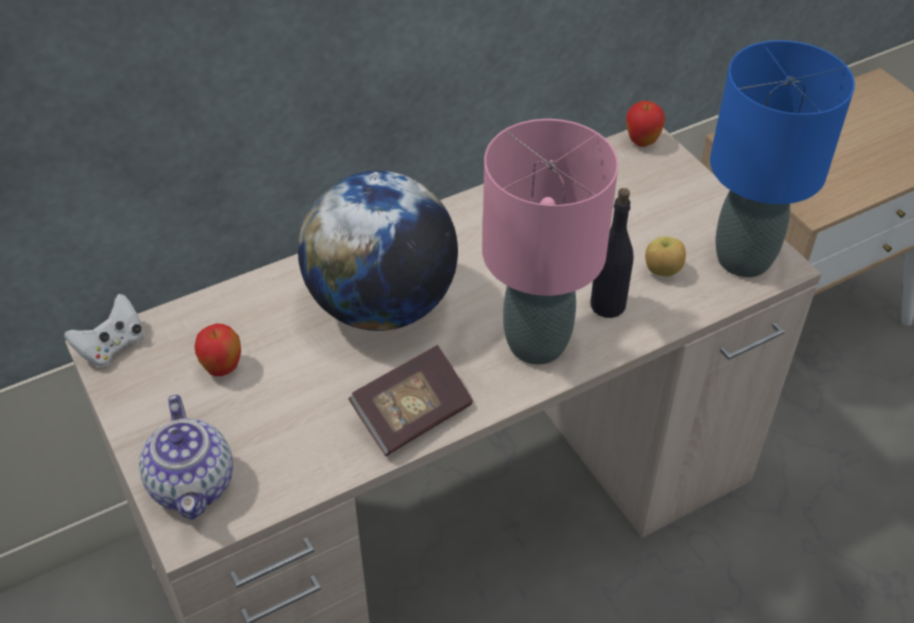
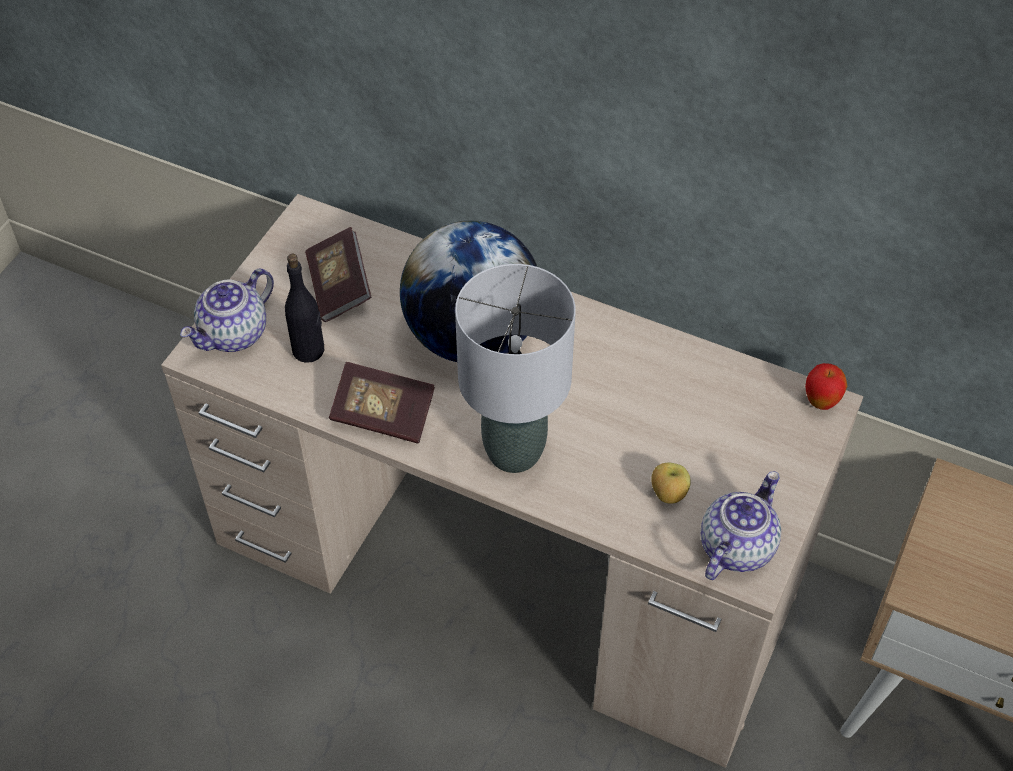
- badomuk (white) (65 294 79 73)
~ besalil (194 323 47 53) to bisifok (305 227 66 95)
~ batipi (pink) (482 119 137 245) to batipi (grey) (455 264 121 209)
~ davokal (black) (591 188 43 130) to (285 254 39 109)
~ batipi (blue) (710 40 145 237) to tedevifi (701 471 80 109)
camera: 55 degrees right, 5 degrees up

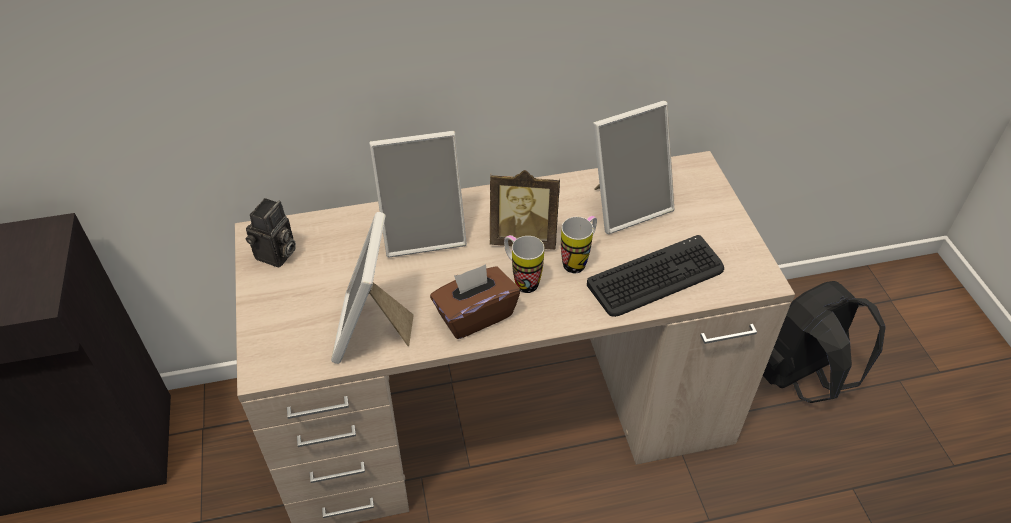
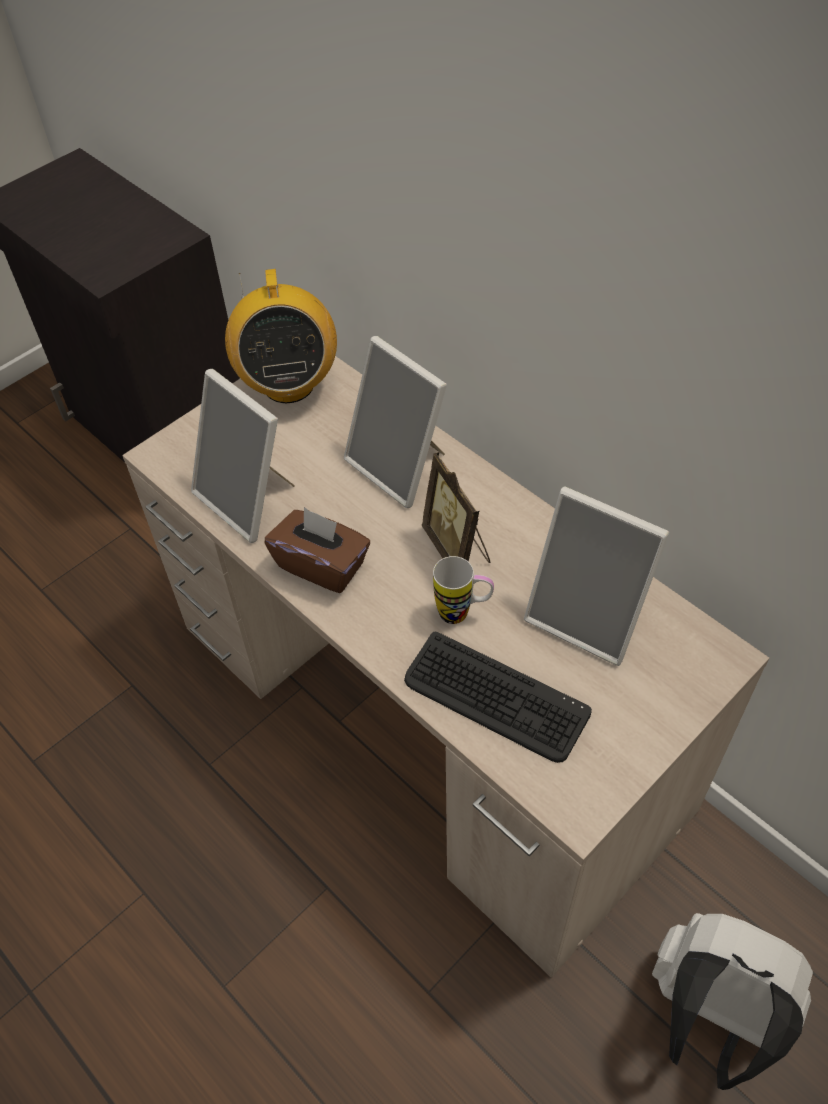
~ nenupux (246 198 50 70) to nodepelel (225 269 112 134)
~ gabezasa (331 212 83 152) = (191 369 104 174) 105 degrees counterclockwise
- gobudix (504 235 40 58)
~ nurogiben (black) (763 281 123 122) to nurogiben (white) (652 913 161 177)
camera: 60 degrees right, 5 degrees up

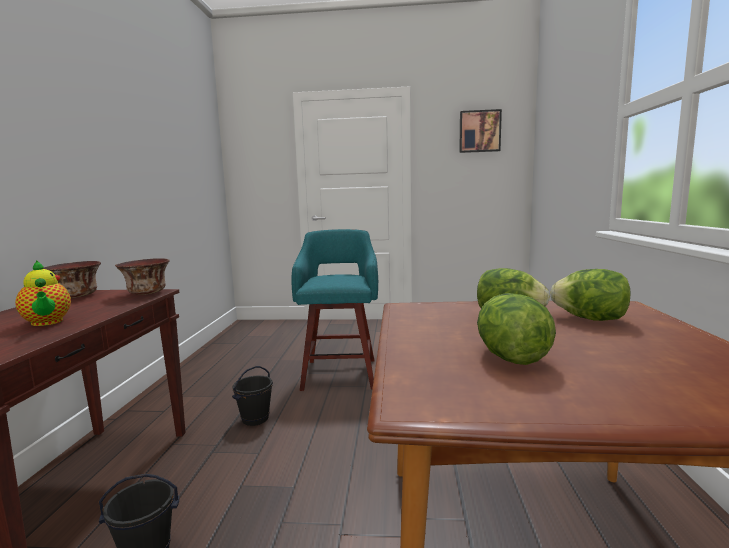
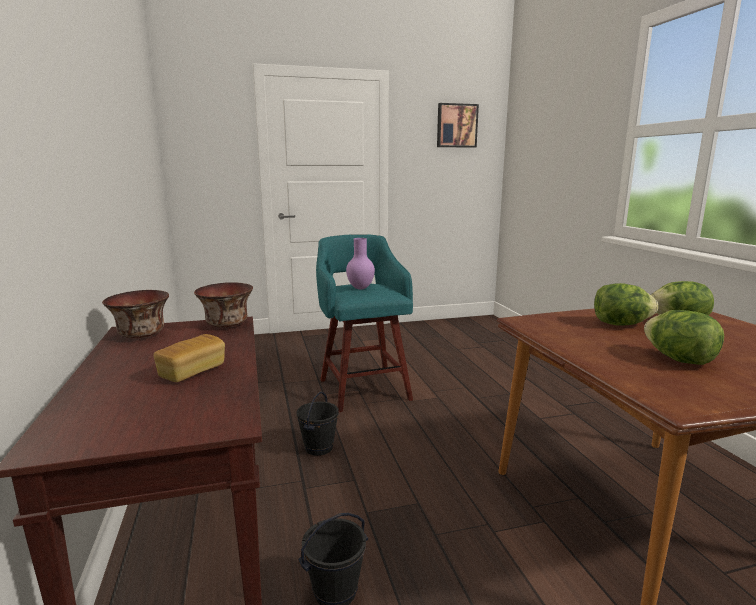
~ tedevifi (15 260 56 66) to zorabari (154 334 71 48)
+ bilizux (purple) (346 238 29 51)
camera: 20 degrees left, 5 degrees up

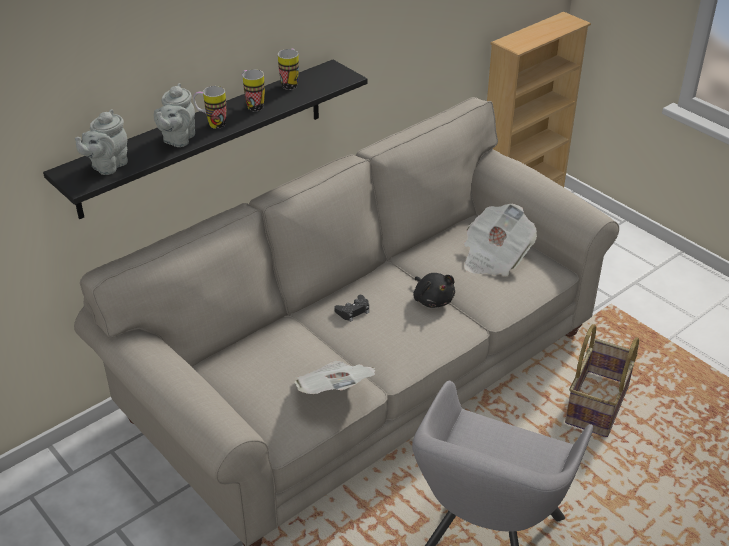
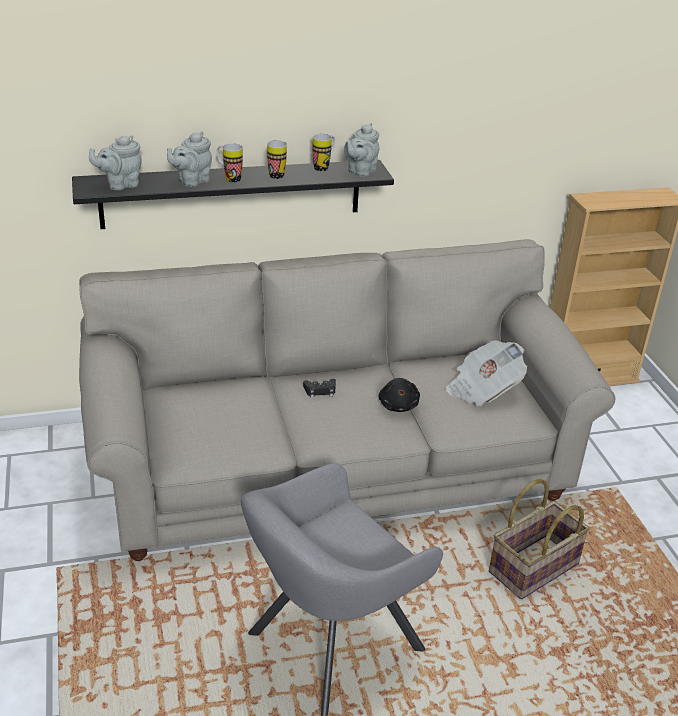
- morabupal (295 360 80 34)
+ tedevifi (grey) (344 123 35 54)
camera: 25 degrees right, 5 degrees down

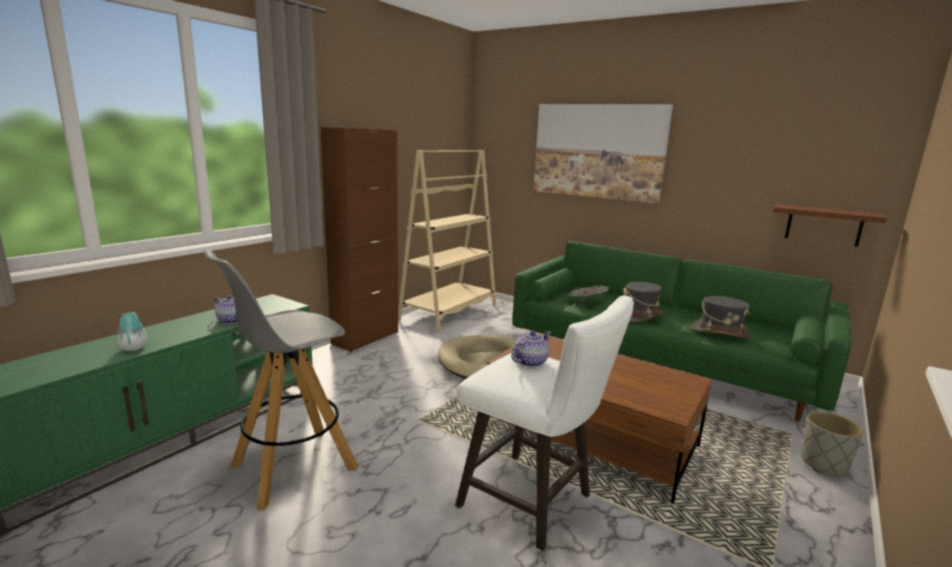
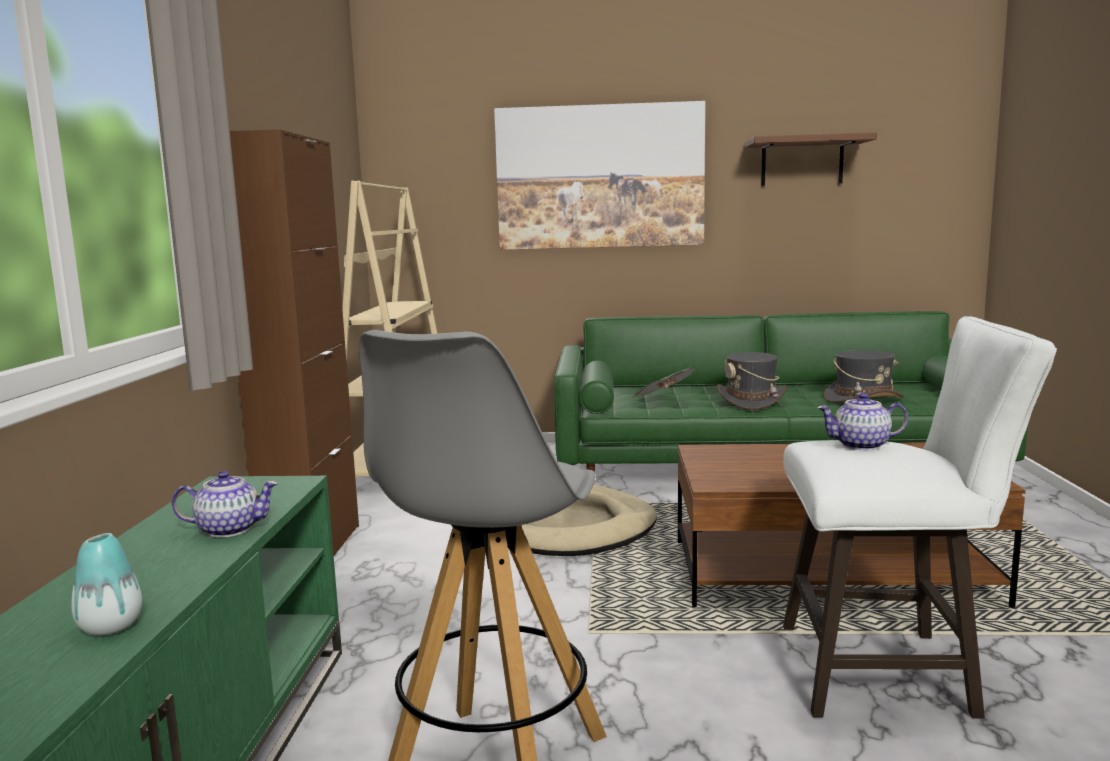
~ tedevifi (511 330 40 37) = (817 393 91 57) 105 degrees counterclockwise
~ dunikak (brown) (773 204 114 43) to (745 132 132 54)
- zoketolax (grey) (801 411 62 65)
camera: 30 degrees left, 5 degrees down

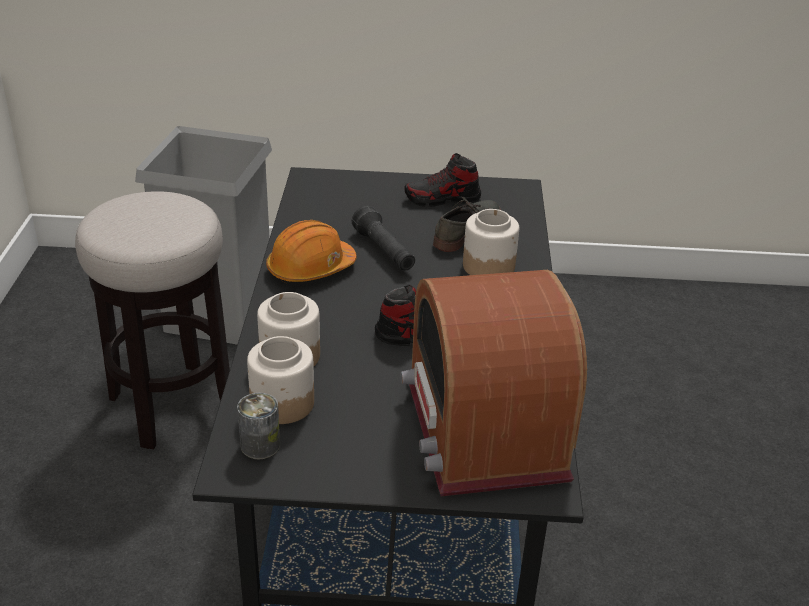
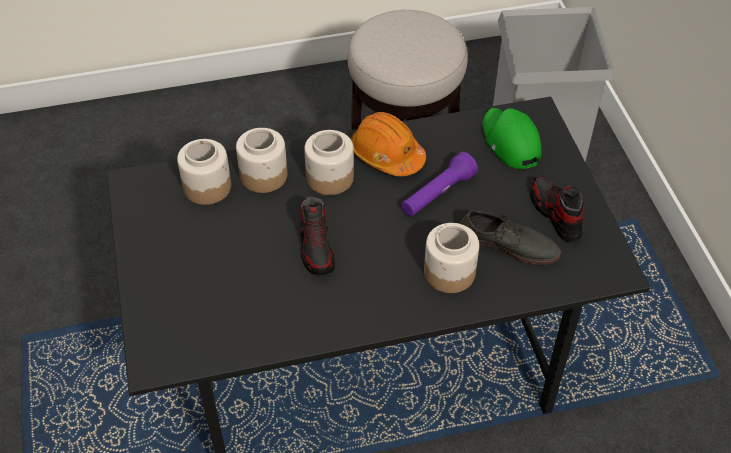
- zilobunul (237 393 43 66)
~ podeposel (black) (352 206 63 65) to podeposel (purple) (402 152 76 64)
- nodepelel (400 270 187 226)
+ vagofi (304 130 50 65)
+ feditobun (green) (482 108 59 61)
camera: 75 degrees right, 15 degrees up

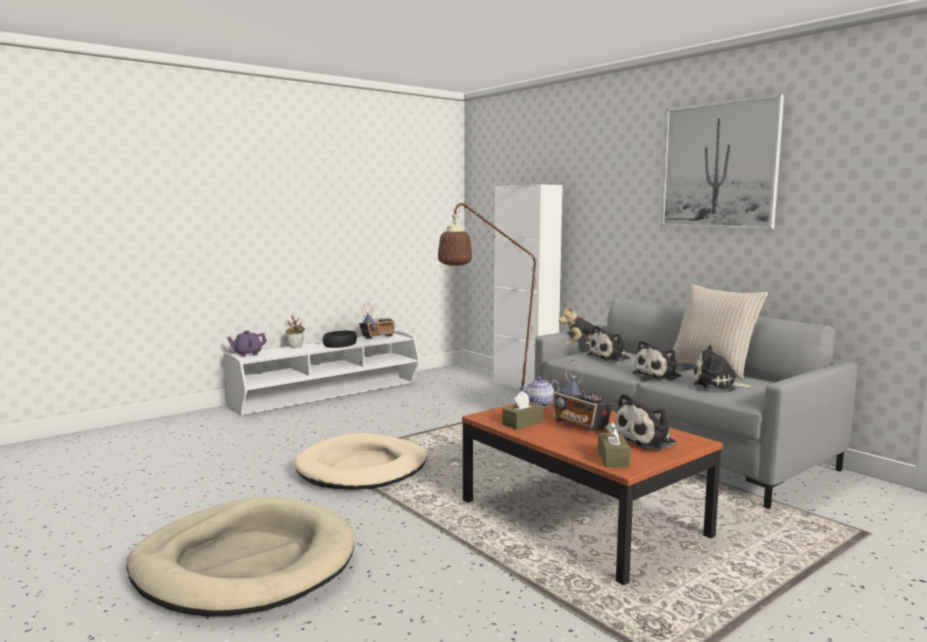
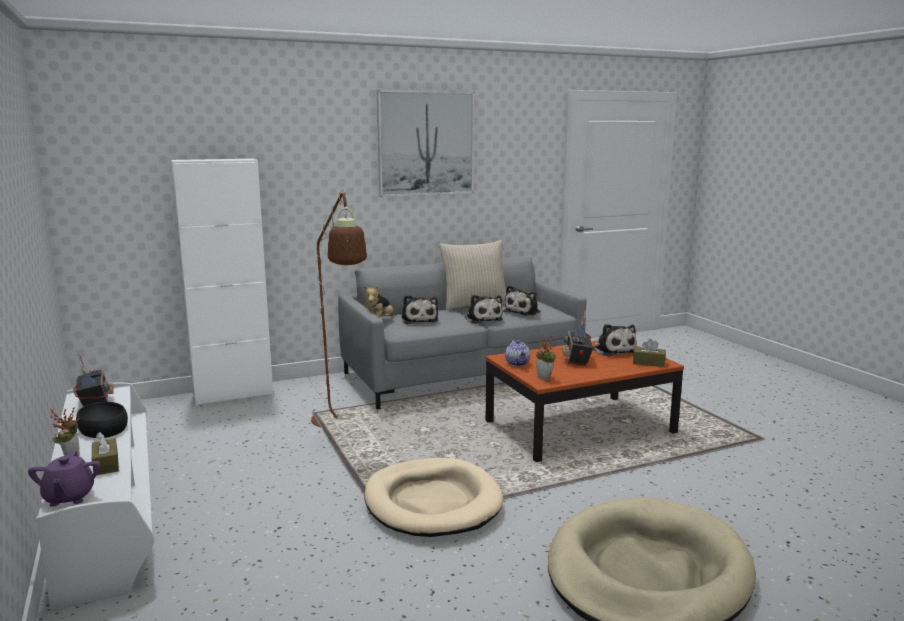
~ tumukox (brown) (502 391 42 39) to (92 432 27 43)
~ nodepelel (552 360 61 71) = (562 310 31 56) 120 degrees clockwise
+ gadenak (536 335 22 45)
camera: 75 degrees left, 5 degrees up

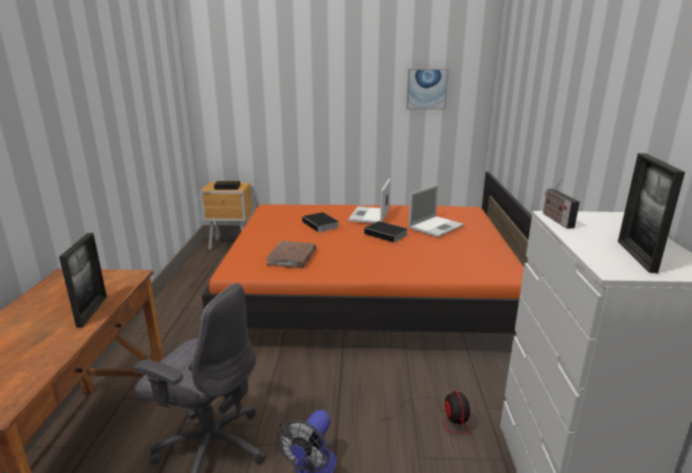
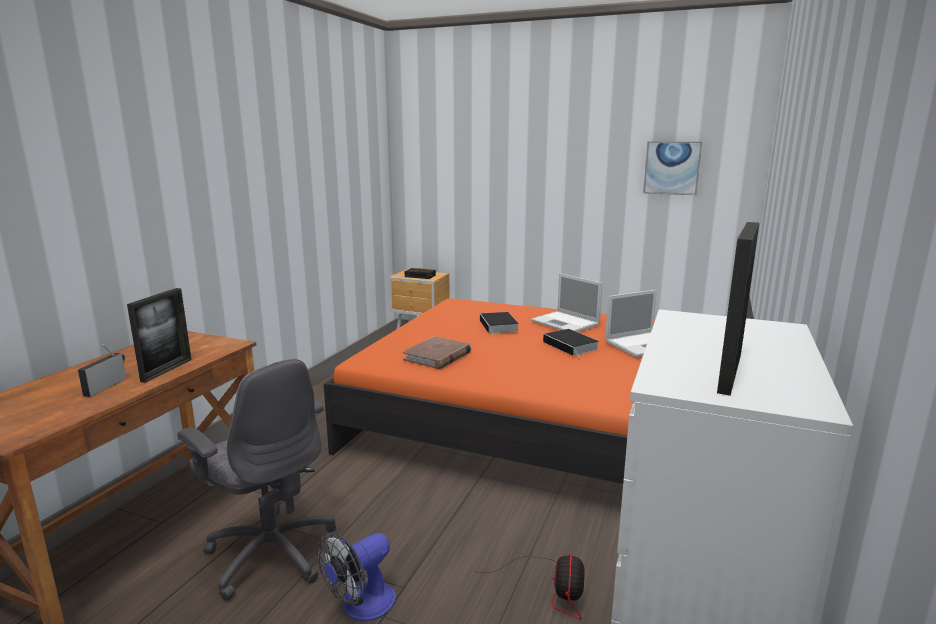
~ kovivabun (348 179 42 44) = (531 273 72 59) 75 degrees counterclockwise
~ nodepelel (543 179 37 50) to (78 344 48 53)
camera: 20 degrees right, 5 degrees down

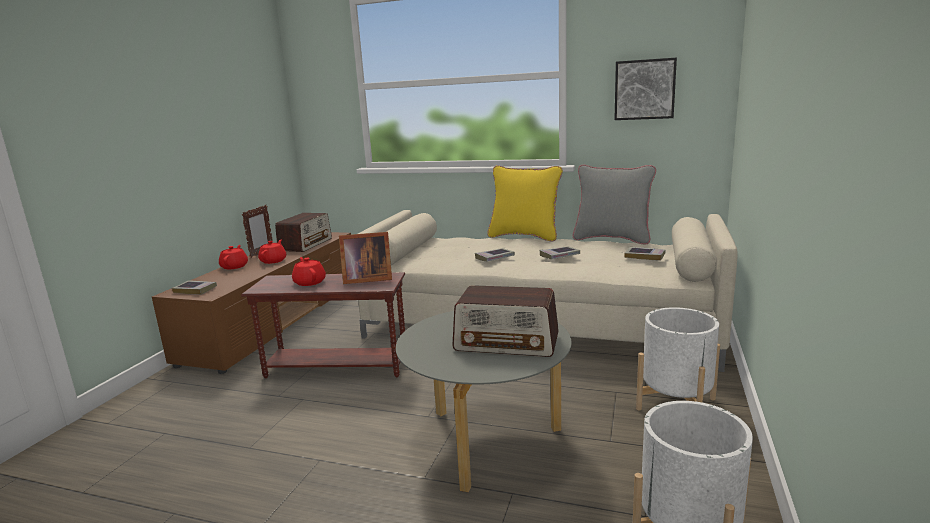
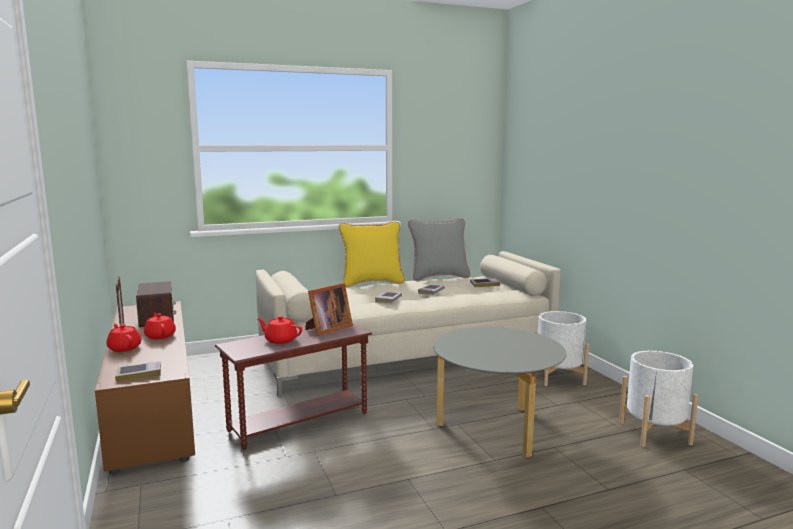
- nodepelel (452 285 107 72)
- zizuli (614 58 63 62)
camera: 40 degrees left, 5 degrees down

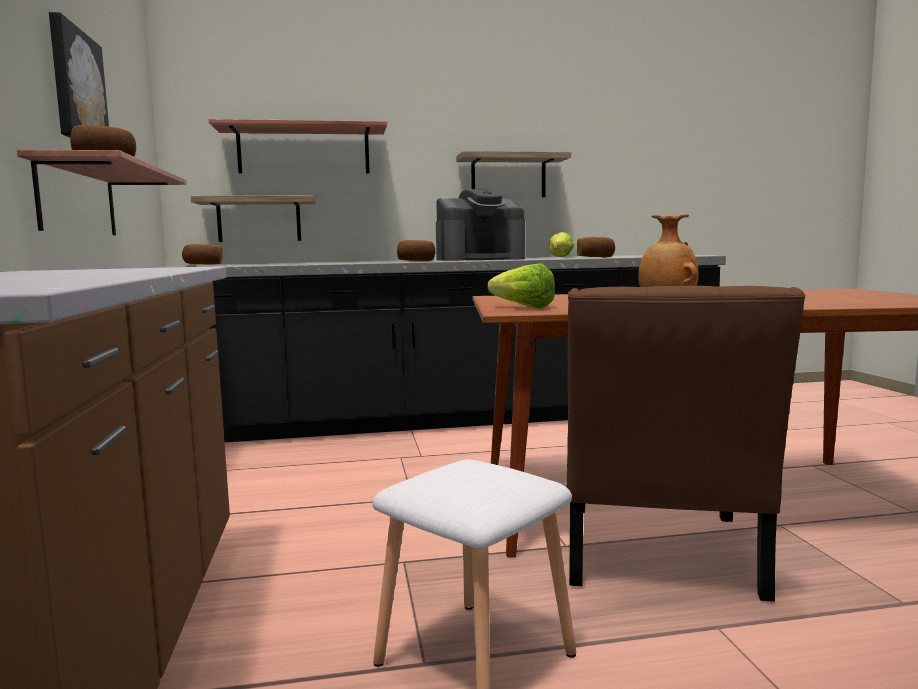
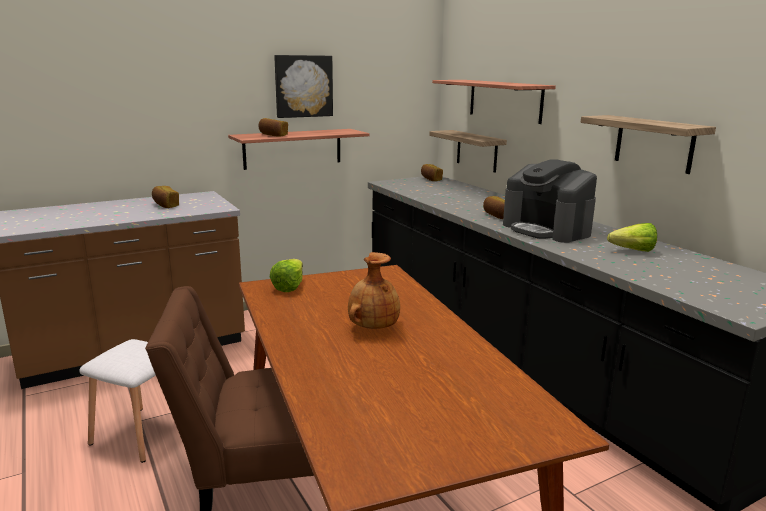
~ zorabari (577 237 38 20) to (152 186 27 22)
camera: 70 degrees right, 10 degrees up

